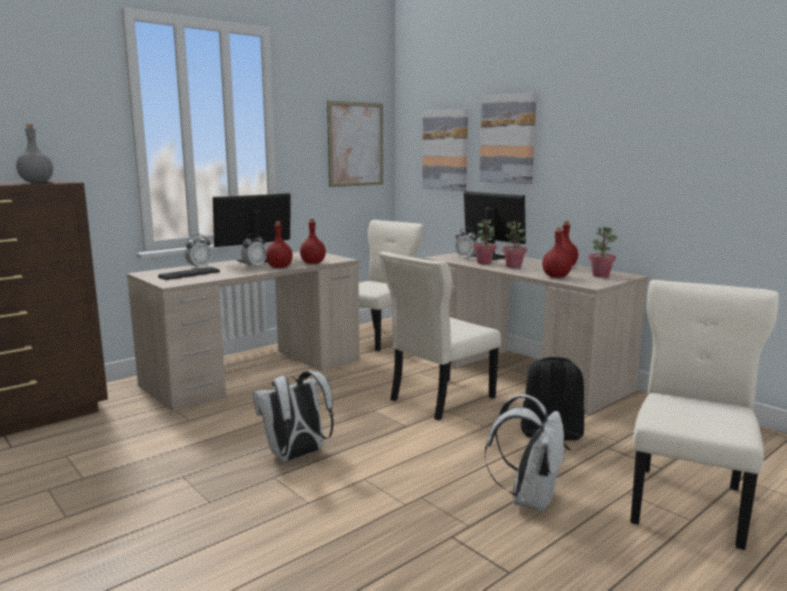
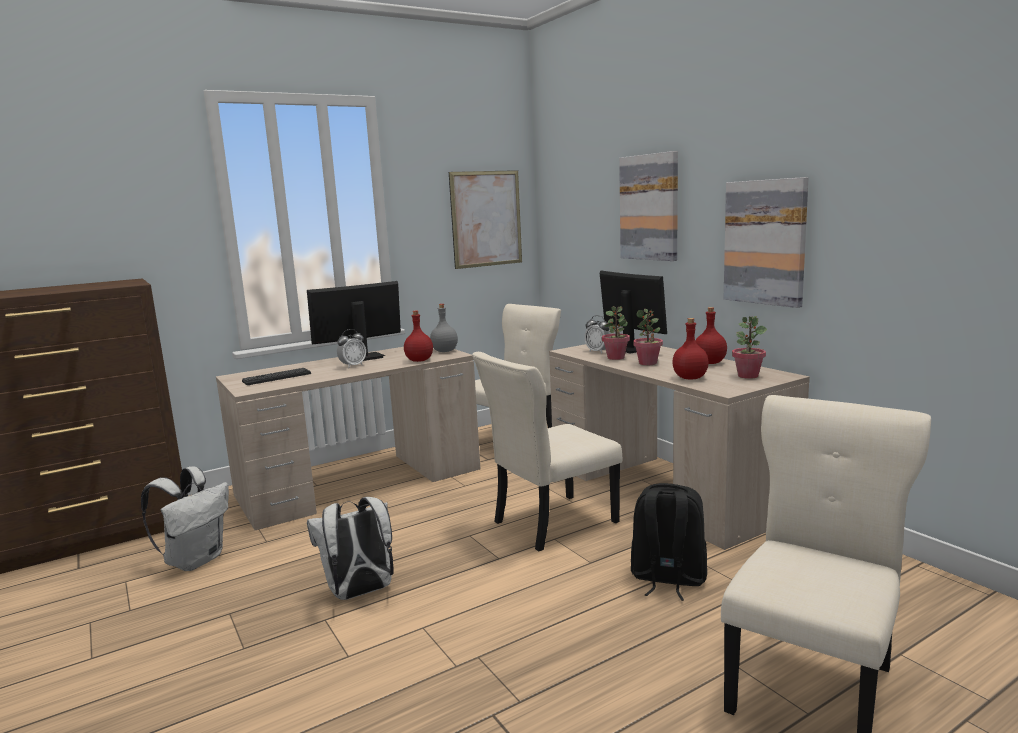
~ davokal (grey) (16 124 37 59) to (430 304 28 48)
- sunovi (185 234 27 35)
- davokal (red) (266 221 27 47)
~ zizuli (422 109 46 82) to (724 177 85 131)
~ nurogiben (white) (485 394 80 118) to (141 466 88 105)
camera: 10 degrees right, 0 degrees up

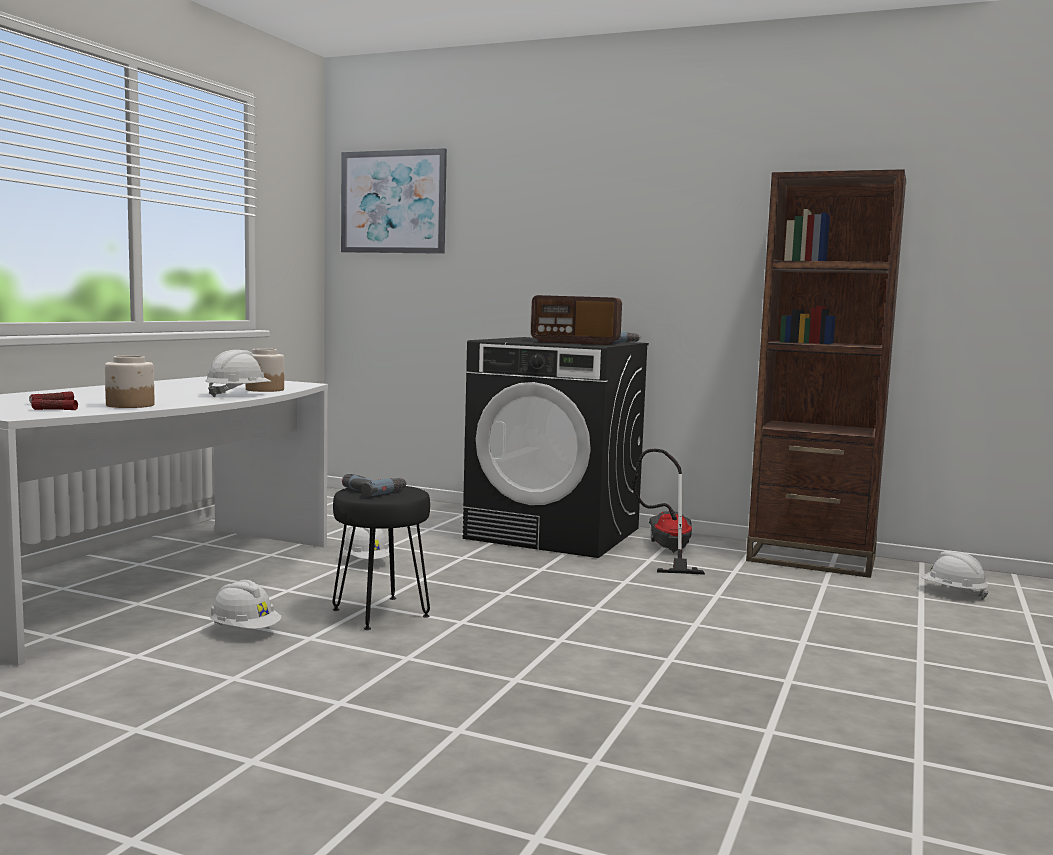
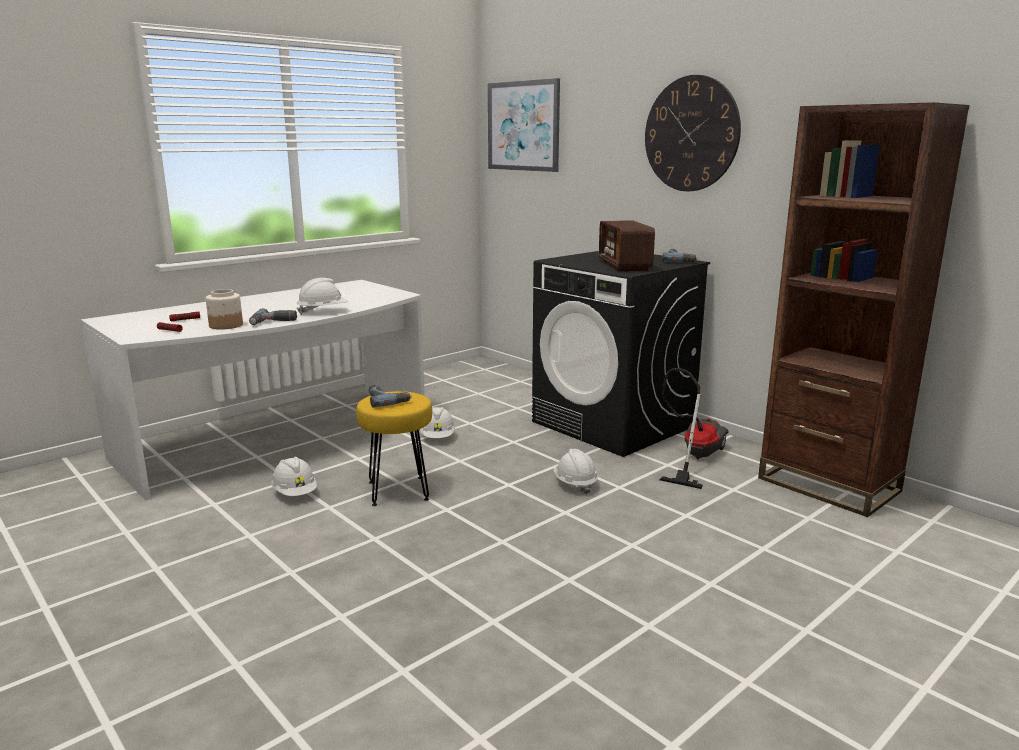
- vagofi (246 349 38 43)
~ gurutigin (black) (332 486 98 144) to gurutigin (yellow) (356 391 76 115)
~ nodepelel (531 295 91 50) = (599 220 56 51) 45 degrees clockwise
~ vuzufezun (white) (921 551 68 49) to (554 449 44 46)
+ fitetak (249 308 48 17)
+ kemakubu (645 75 96 116)
camera: 25 degrees right, 10 degrees up

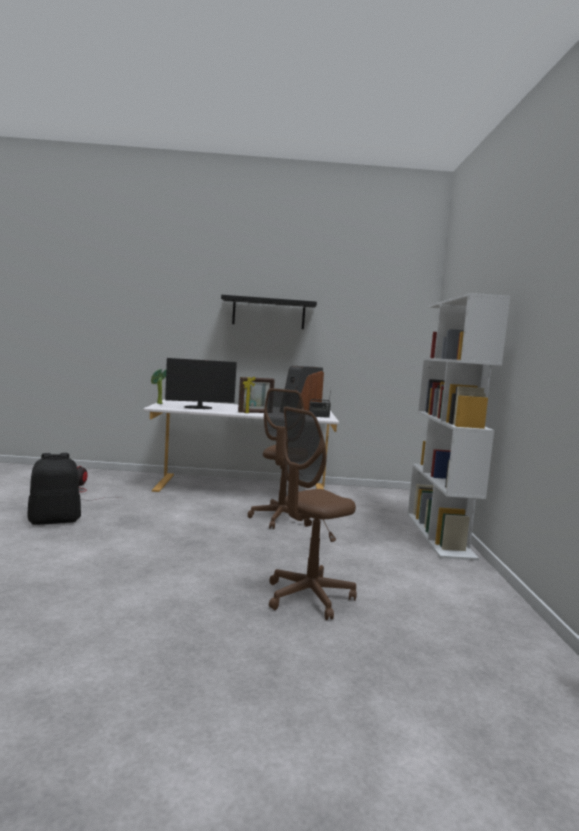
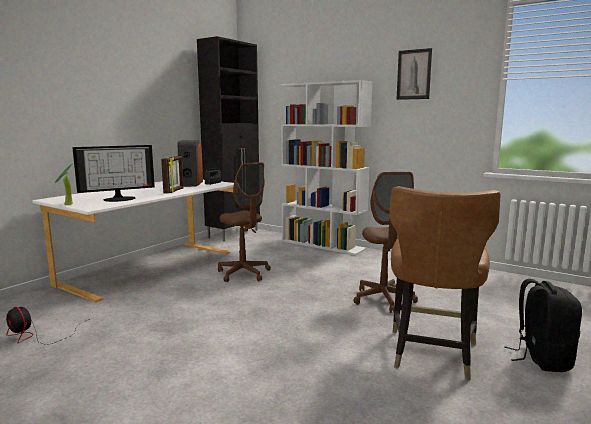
~ nurogiben (black) (27 453 54 72) to (504 279 78 93)
~ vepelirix (165 358 72 51) = (73 145 82 57) 135 degrees counterclockwise
- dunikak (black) (221 295 96 34)
+ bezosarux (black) (197 36 63 205)
+ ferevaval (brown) (389 186 112 194)
+ zizuli (396 48 36 52)
camera: 55 degrees left, 5 degrees up

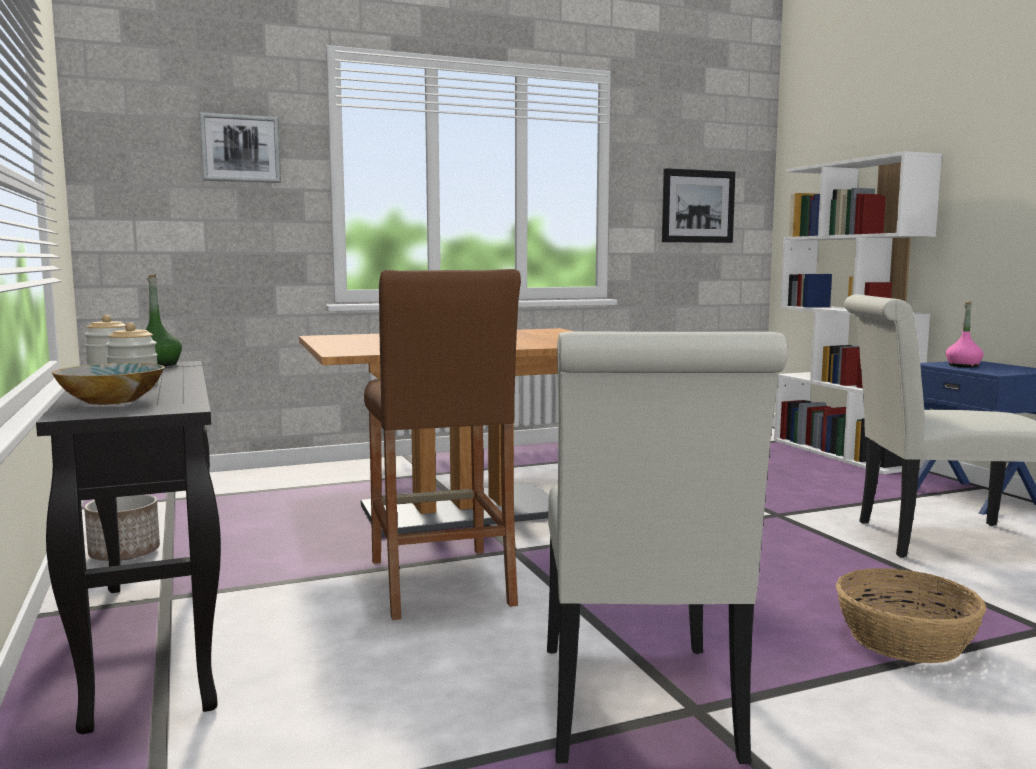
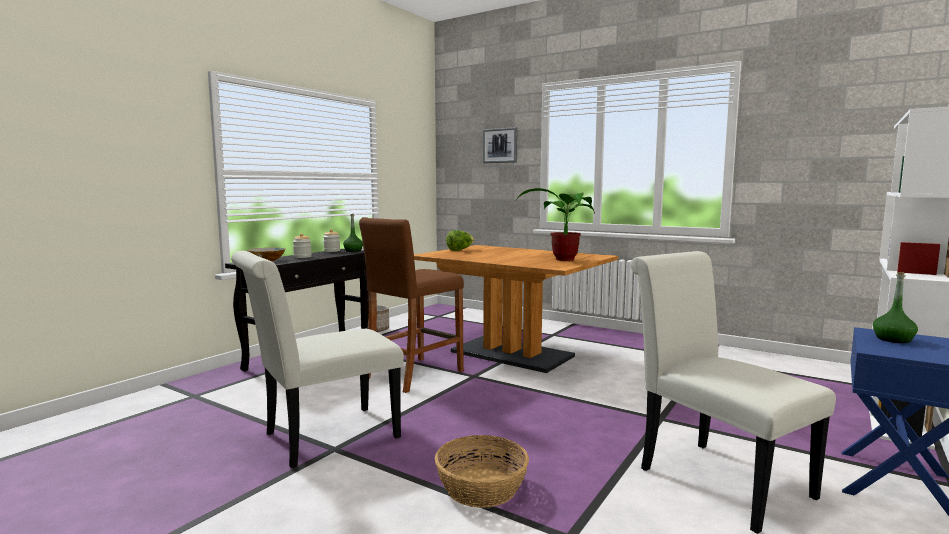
- zizuli (662 168 73 75)
~ davokal (pink) (946 302 38 66) to davokal (green) (873 272 45 71)
+ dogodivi (446 230 28 21)
+ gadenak (516 188 79 73)
camera: 55 degrees right, 0 degrees up

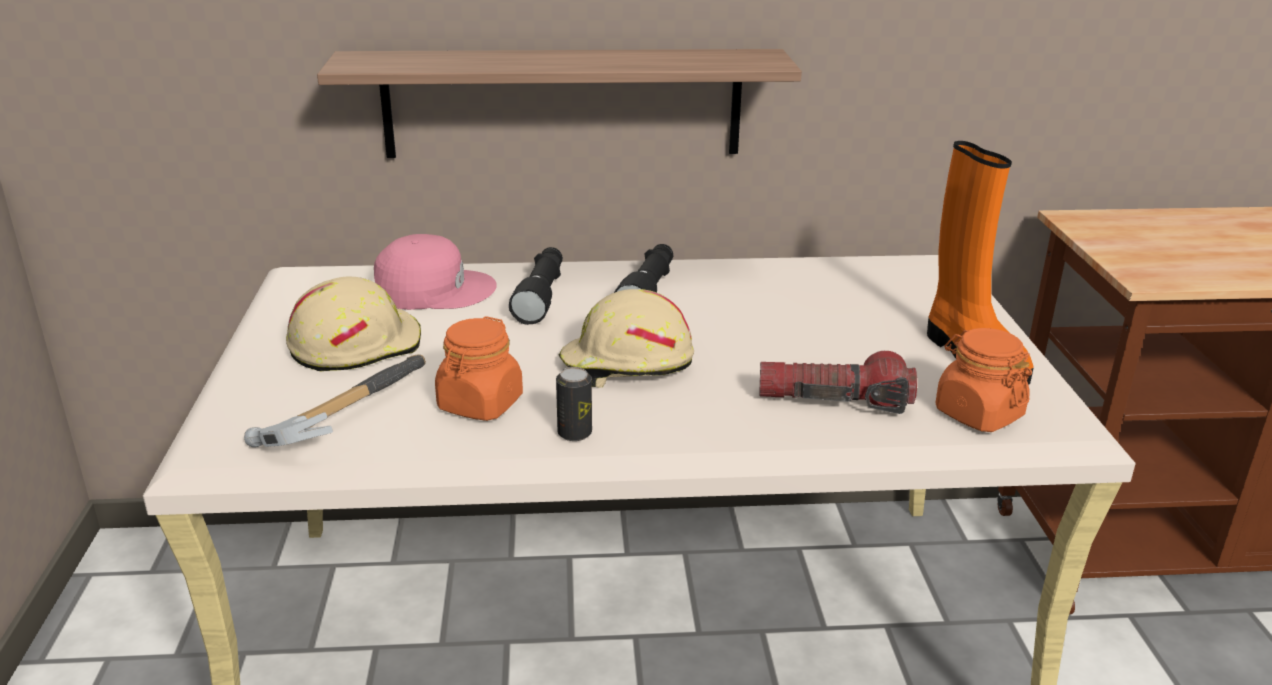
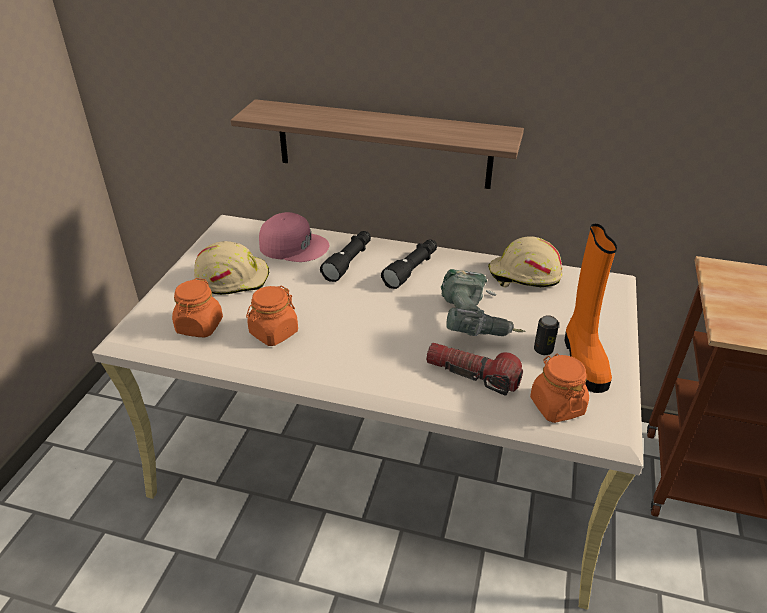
~ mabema (244 354 182 93) to vagofi (orange) (172 278 51 59)
~ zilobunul (556 367 36 74) to (534 315 25 40)
~ vuzufezun (beige) (559 289 135 99) to (488 236 75 51)
+ fitetak (441 269 84 67)
camera: 20 degrees right, 10 degrees up

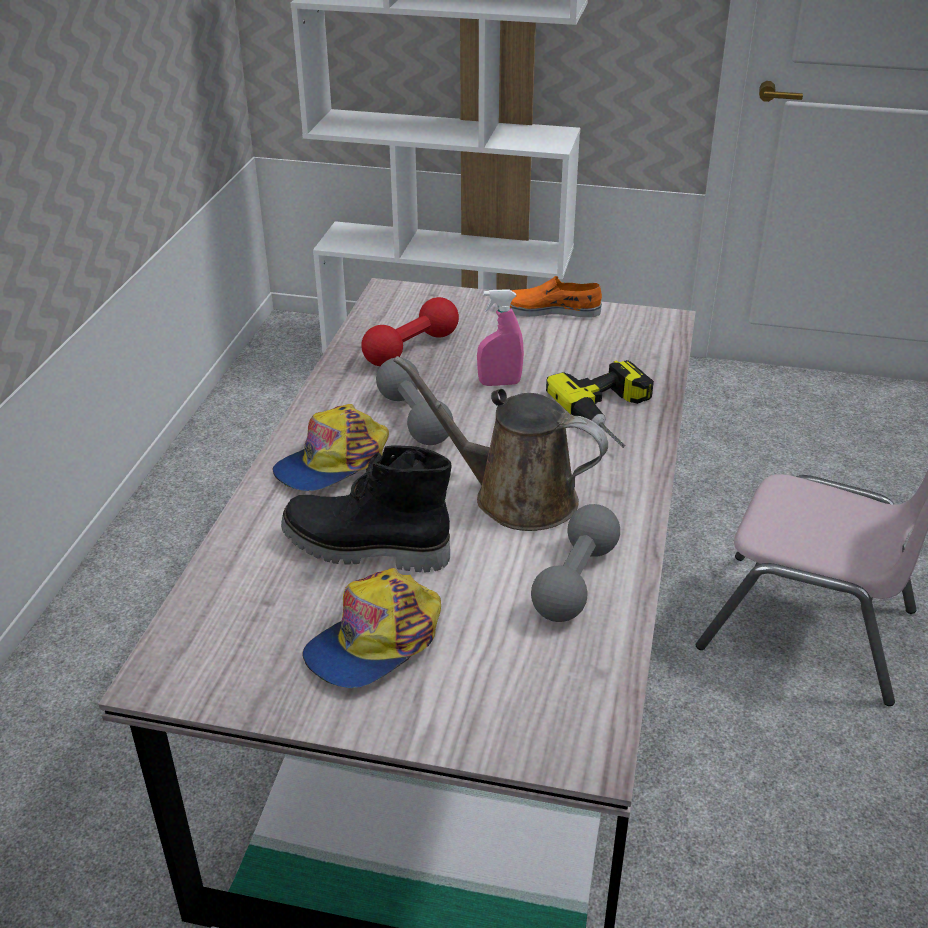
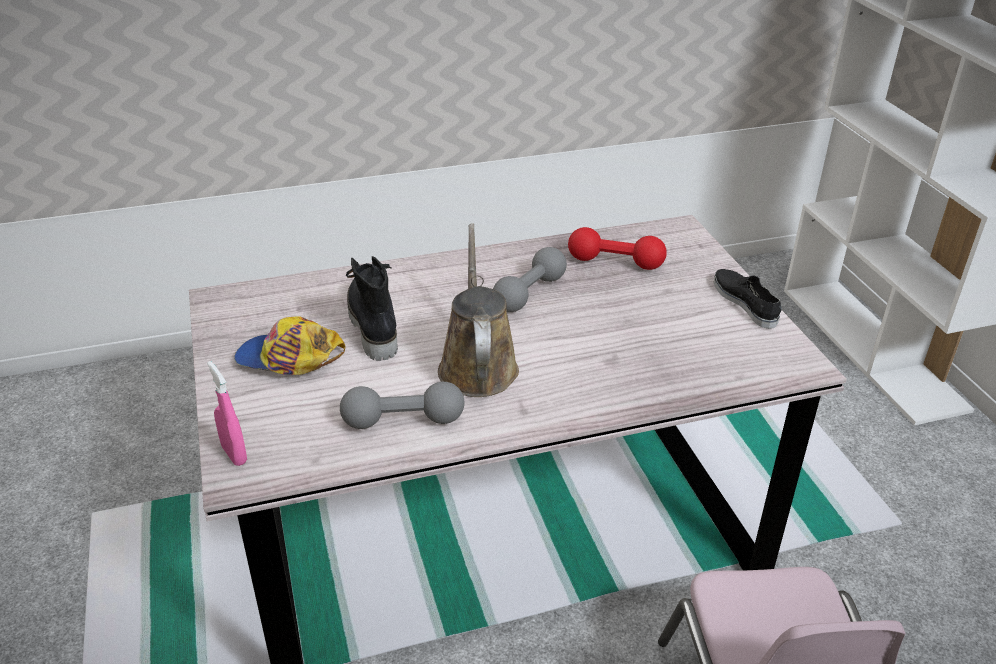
- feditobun (272 404 117 87)
~ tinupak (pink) (477 289 47 97) to (207 361 40 105)
~ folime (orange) (498 276 104 42) to folime (black) (714 269 68 60)
- fitetak (546 360 108 88)
camera: 60 degrees right, 0 degrees up

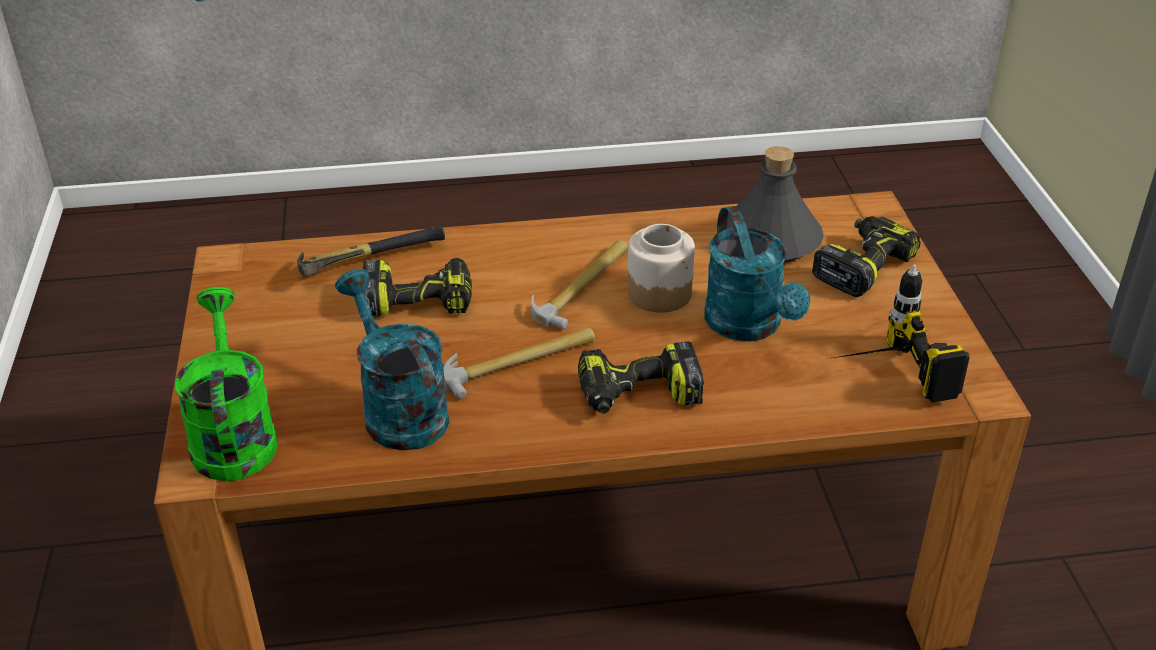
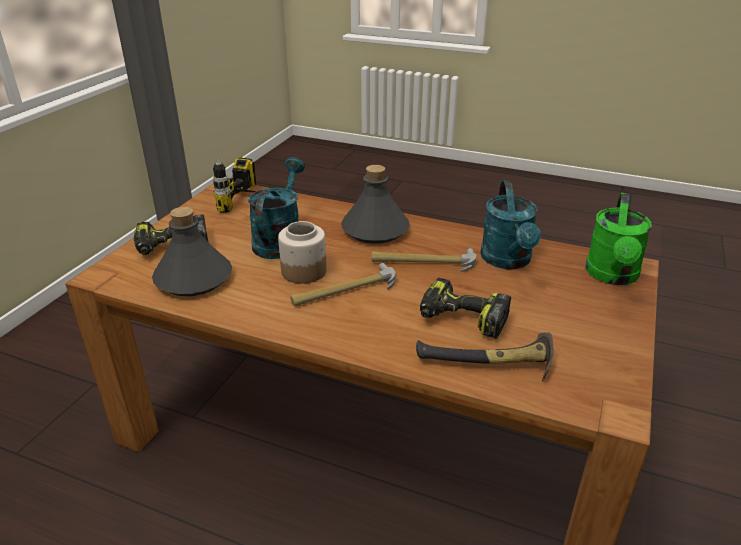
~ fitetak (578 341 126 73) to davokal (grey) (341 165 69 79)
camera: 150 degrees left, 5 degrees down

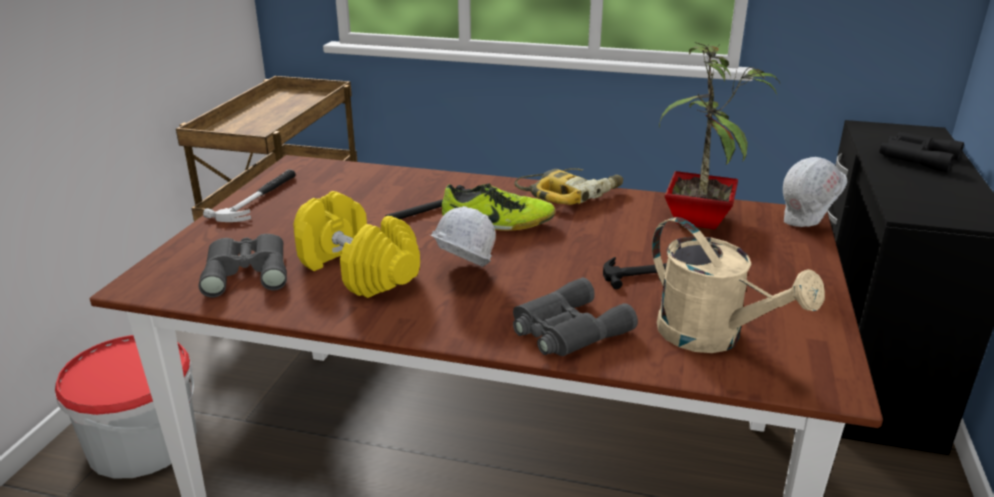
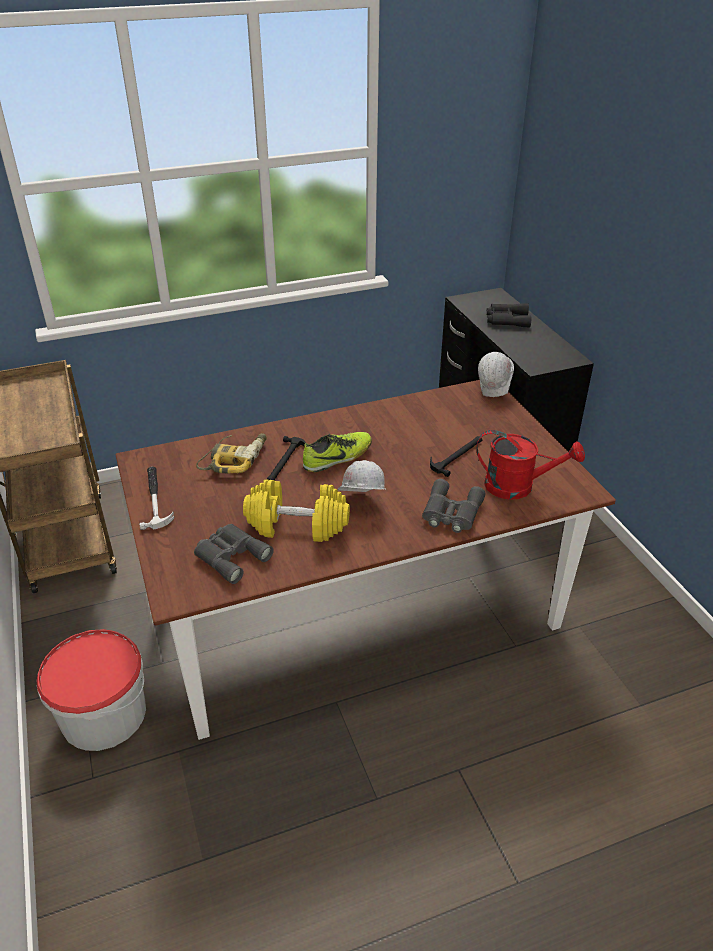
~ fitetak (514 168 109 37) to (196 433 71 41)
~ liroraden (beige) (652 217 173 136) to liroraden (red) (476 430 109 70)
- gadenak (659 42 122 187)
camera: 35 degrees left, 10 degrees up

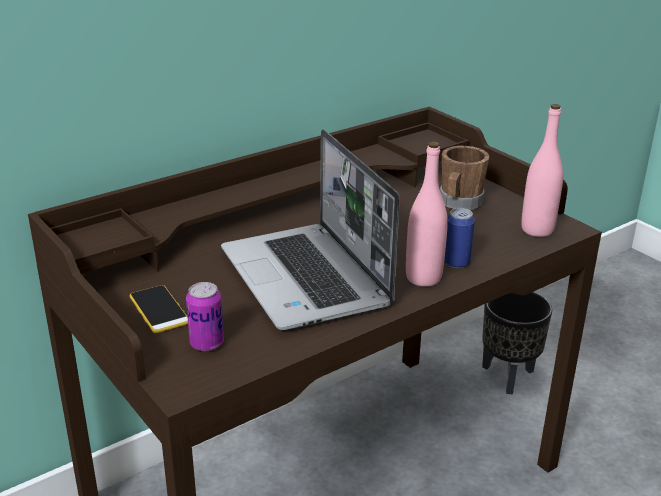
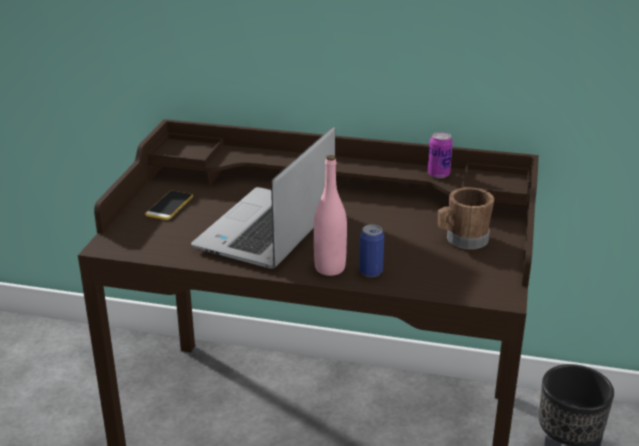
~ zilobunul (186 282 38 69) to (428 132 25 46)
- davokal (pink) (521 104 42 133)
camera: 50 degrees right, 0 degrees up

